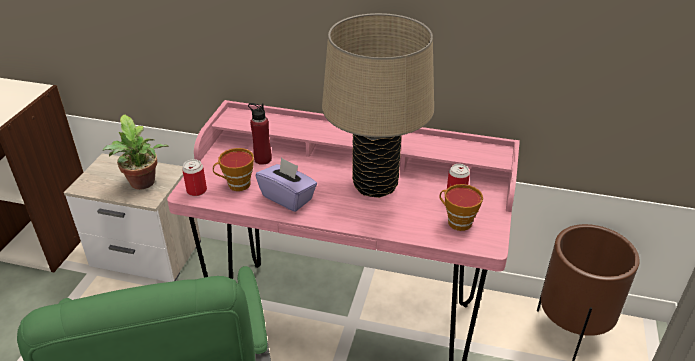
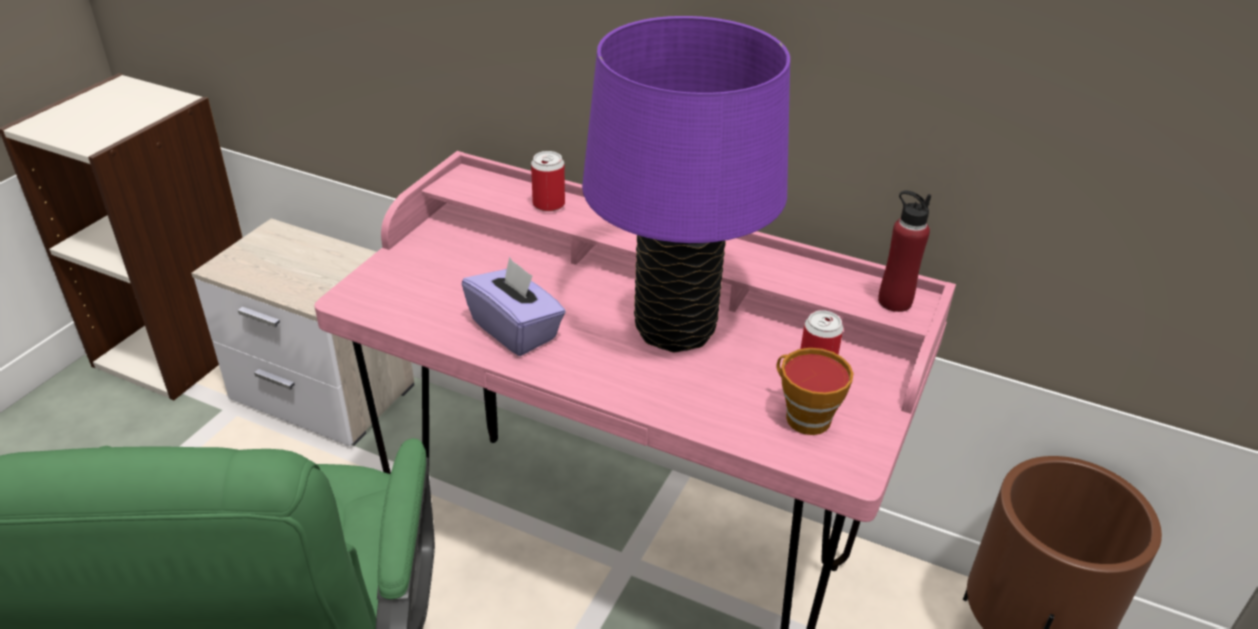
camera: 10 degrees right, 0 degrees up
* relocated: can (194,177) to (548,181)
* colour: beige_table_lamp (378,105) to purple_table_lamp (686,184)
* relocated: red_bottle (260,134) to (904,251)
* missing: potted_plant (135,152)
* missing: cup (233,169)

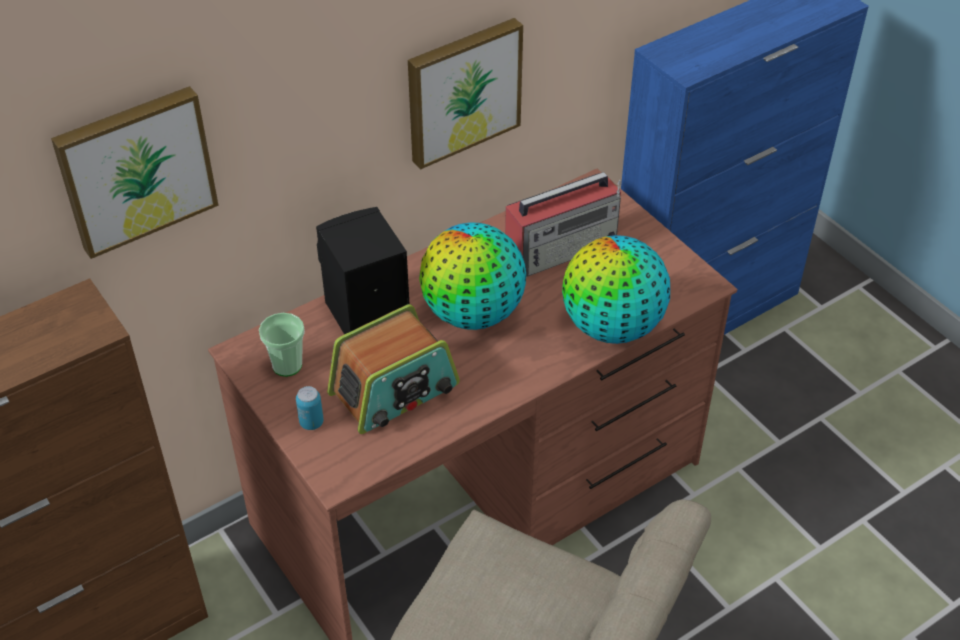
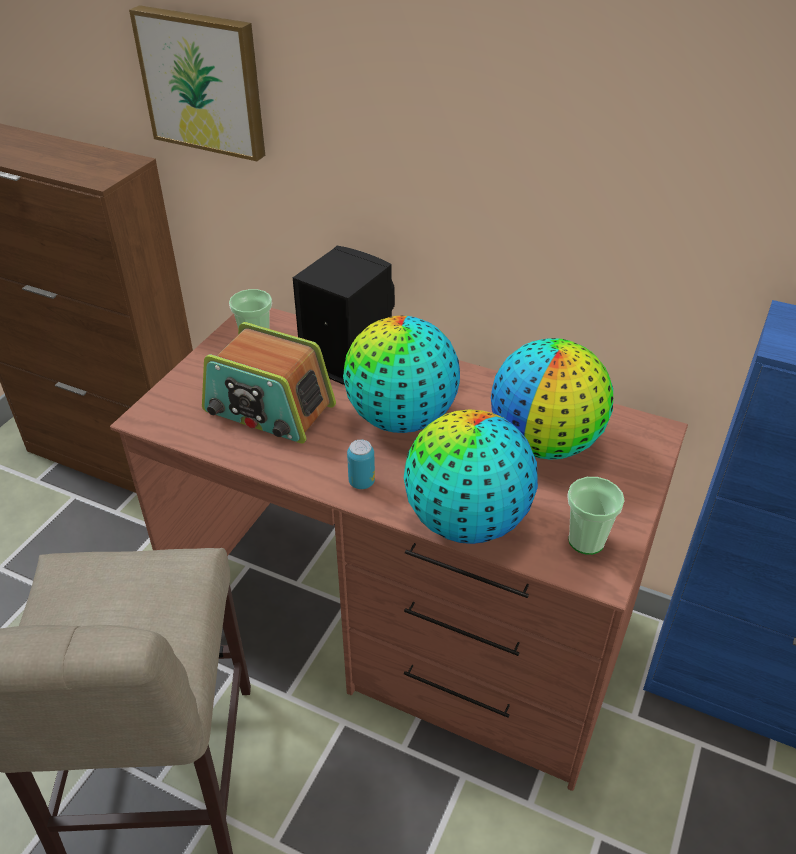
camera: 60 degrees right, 5 degrees down
* relocated: can (309,408) to (361,464)
* exchanged: radio (563,224) to globe (552,399)
* appeared: cup (596,516)
* missing: picture (465,93)

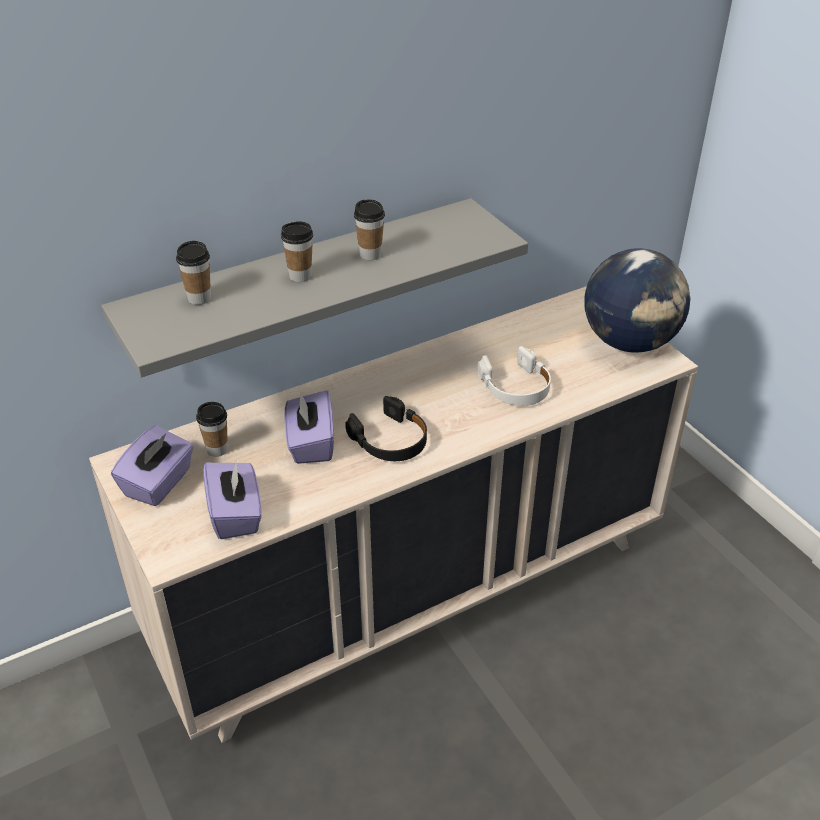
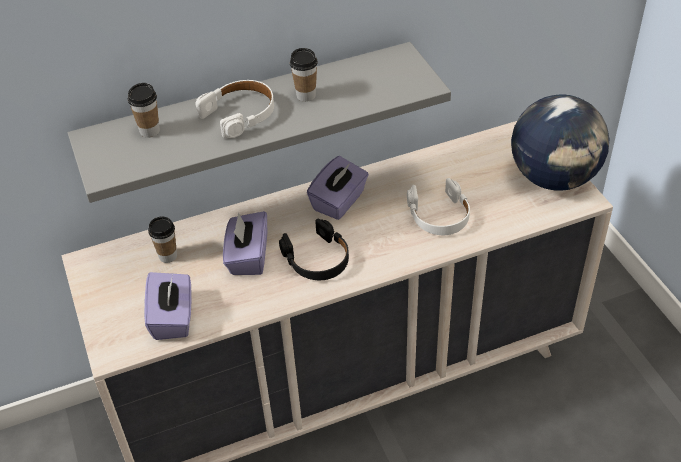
camera: 10 degrees right, 5 degrees up
* exchanged: cup (297,251) to white_headphones (235,109)
* relocated: purple_tissue_box (152,465) to (338,188)

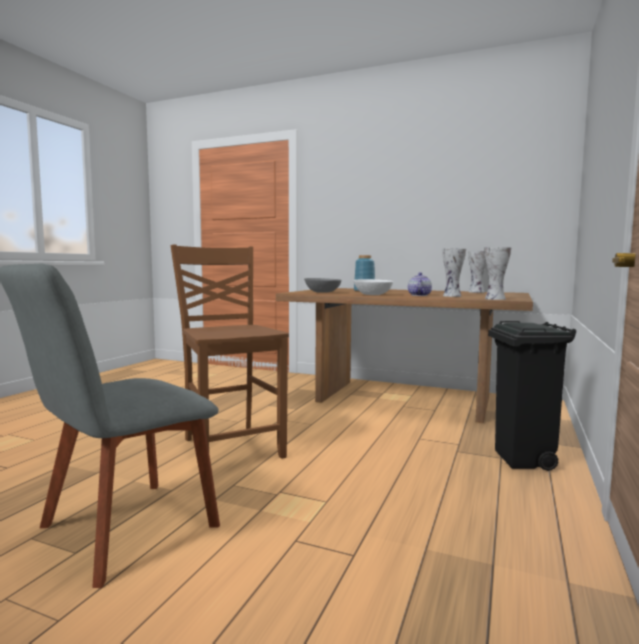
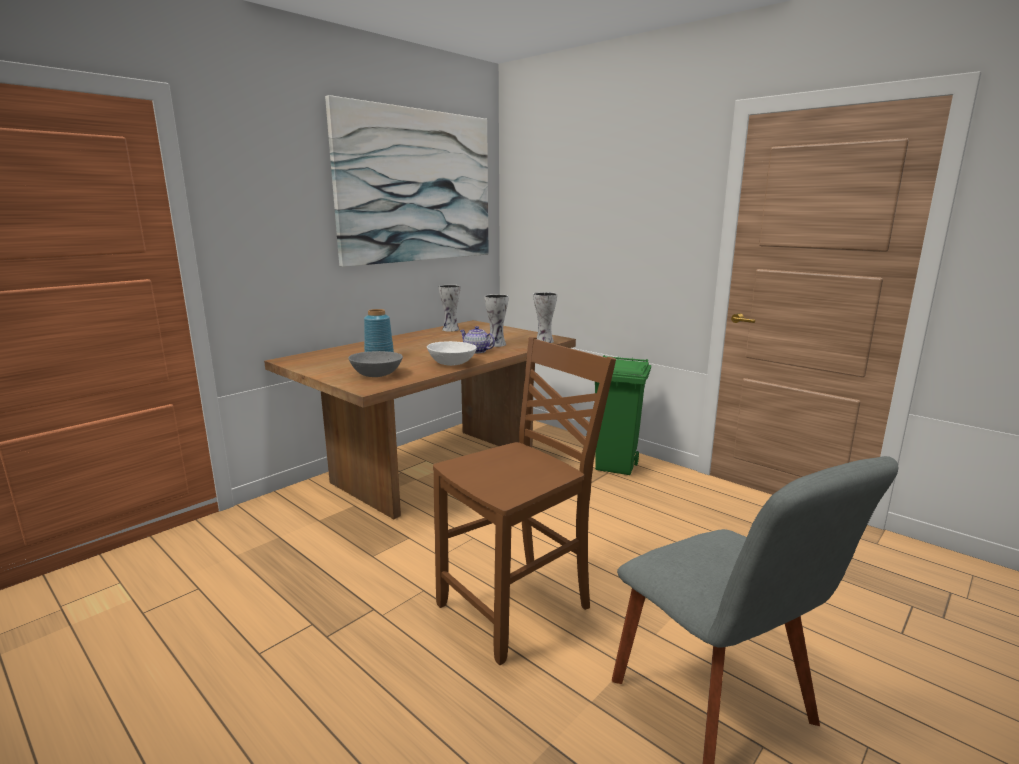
camera: 70 degrees left, 10 degrees up
* appeared: picture (407,181)
* spun: brown_chair (230,352) = (524,501) 150 degrees clockwise
* colour: black_trash_can (532,396) to green_trash_can (623,415)

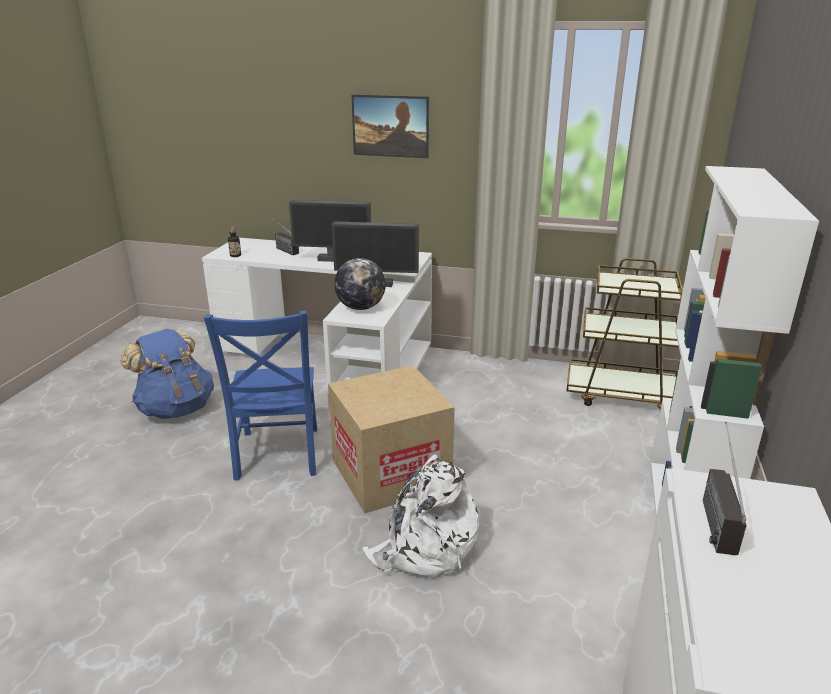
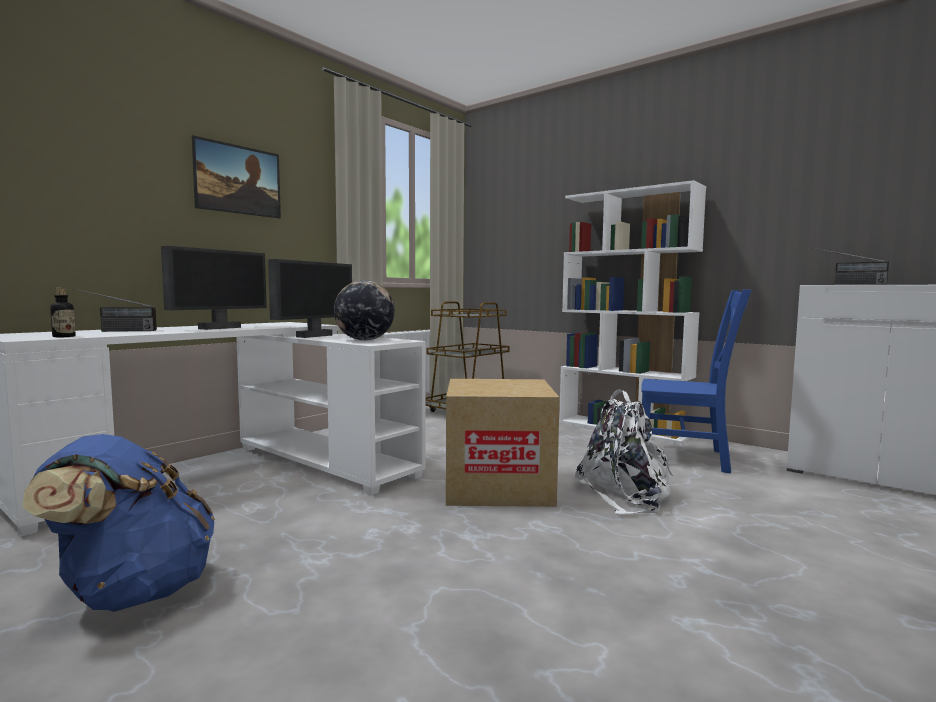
camera: 65 degrees left, 20 degrees down
* relocated: blue_chair (260,396) to (696,381)

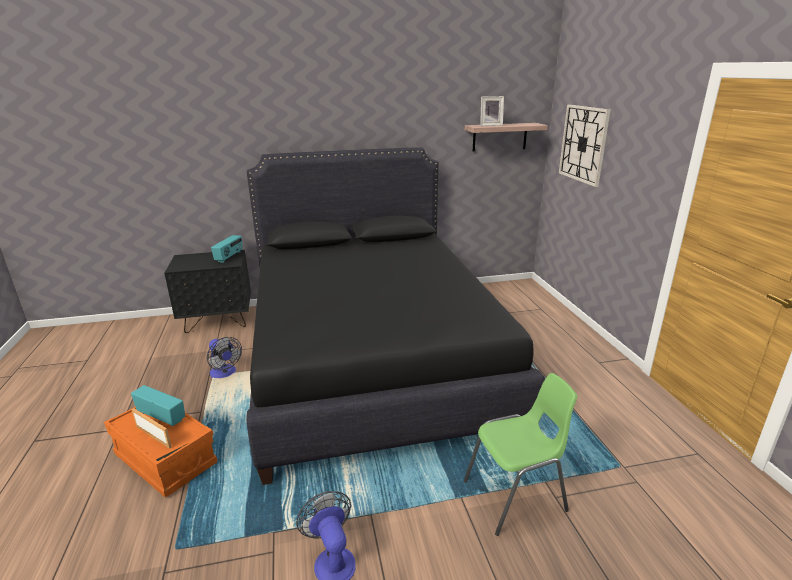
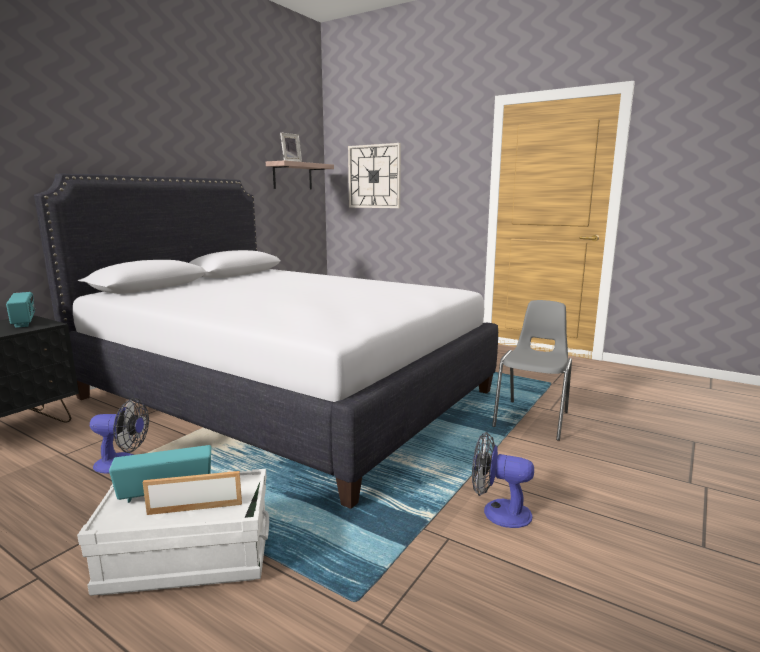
camera: 45 degrees left, 10 degrees down
* colour: black_bed (395,316) to white_bed (266,341)
* colour: orange_storage_box (160,452) to white_storage_box (173,532)
* colour: green_chair (520,454) to grey_chair (532,370)

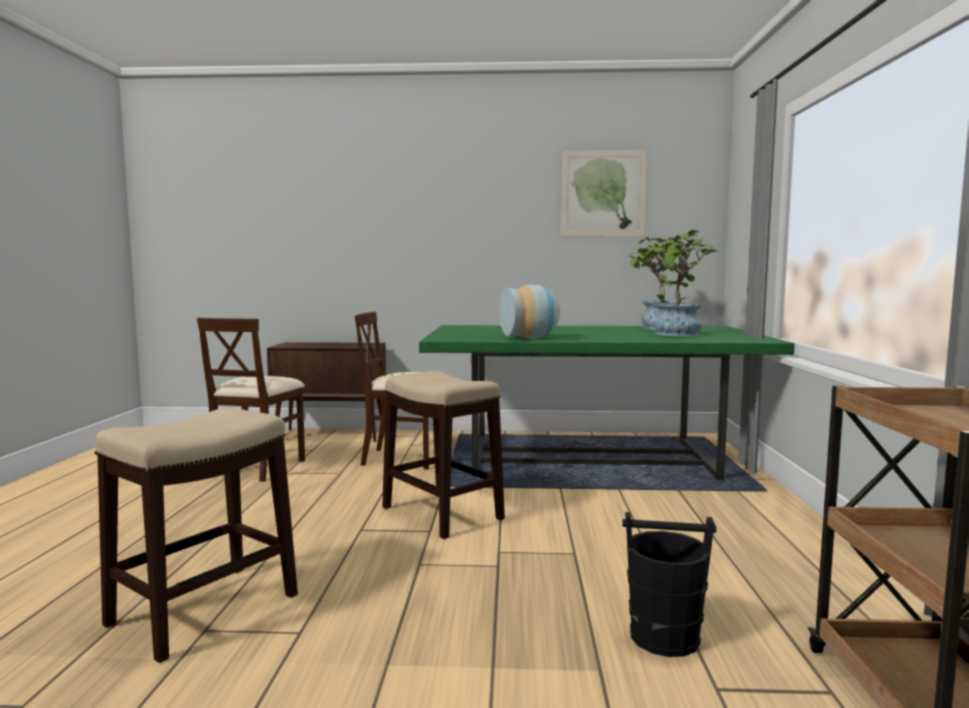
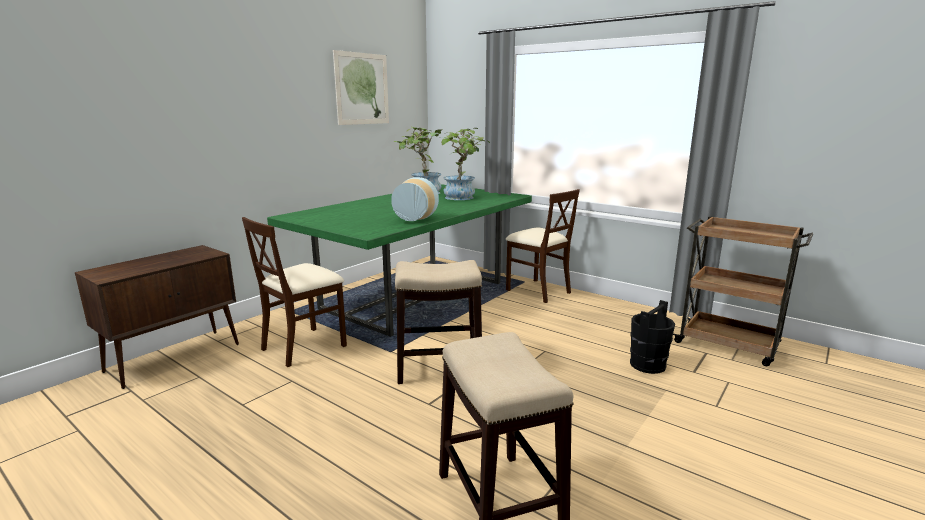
camera: 55 degrees left, 10 degrees up
* relocated: beige_chair (251,400) to (543,246)

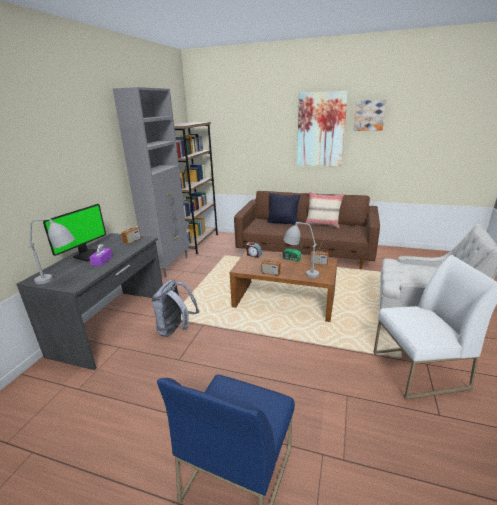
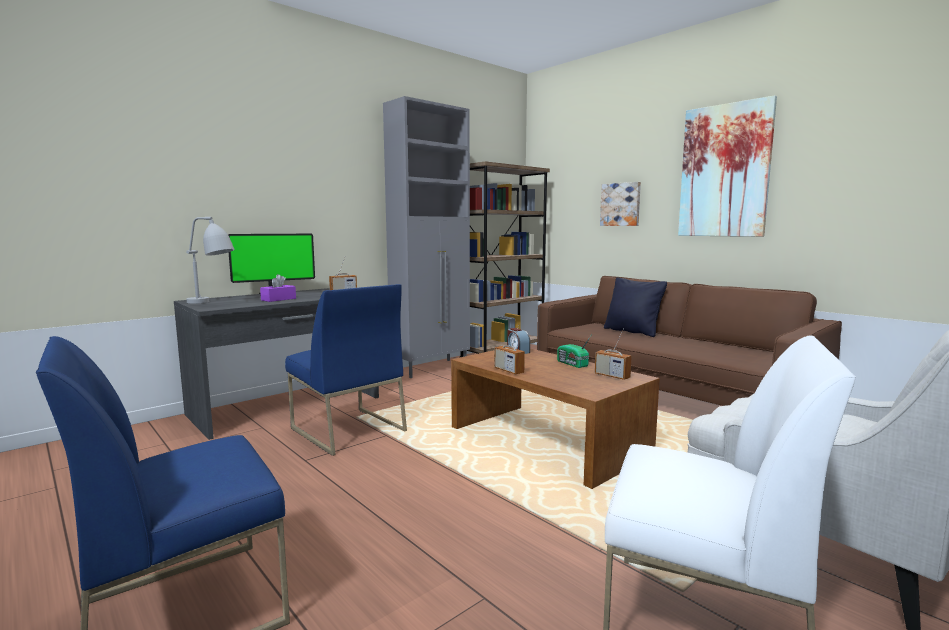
camera: 30 degrees right, 15 degrees down
* exchanged: grey_backpack (175,308) to blue_chair (346,370)
* relocated: picture (370,115) to (620,204)
* missing: grey_table_lamp (301,250)
* missing: beige_pillow (324,209)

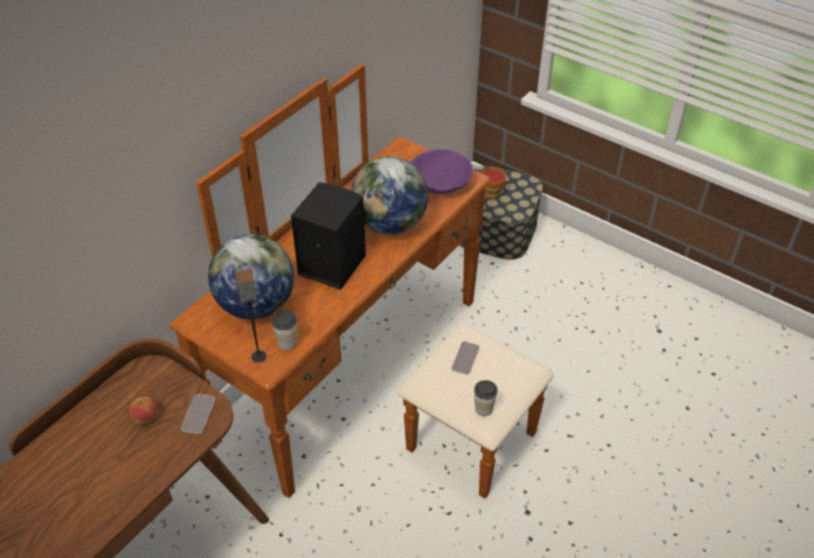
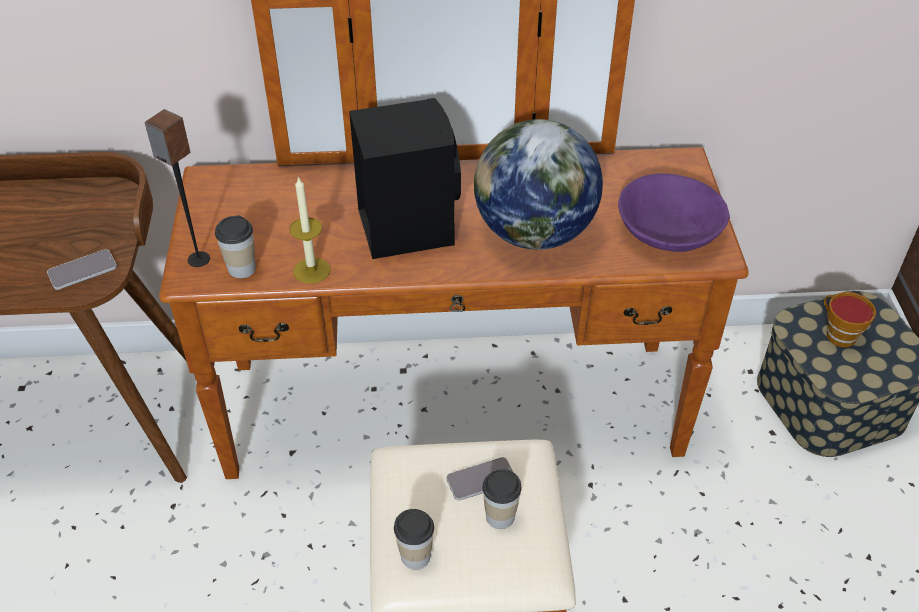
camera: 50 degrees right, 0 degrees up
* appeared: candle (309,230)
* appeared: cup (502,499)
* missing: apple (144,410)
* missing: globe (251,277)

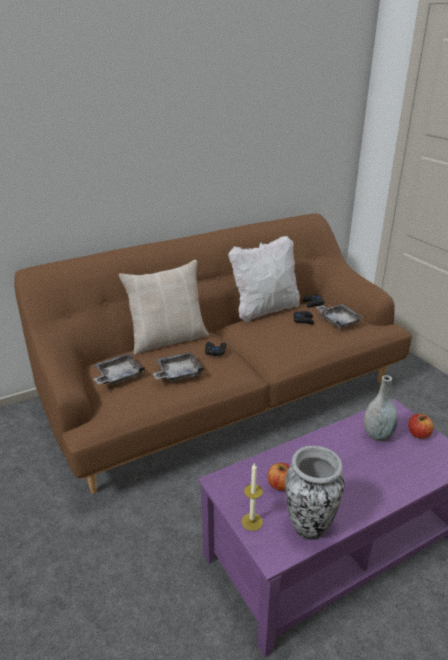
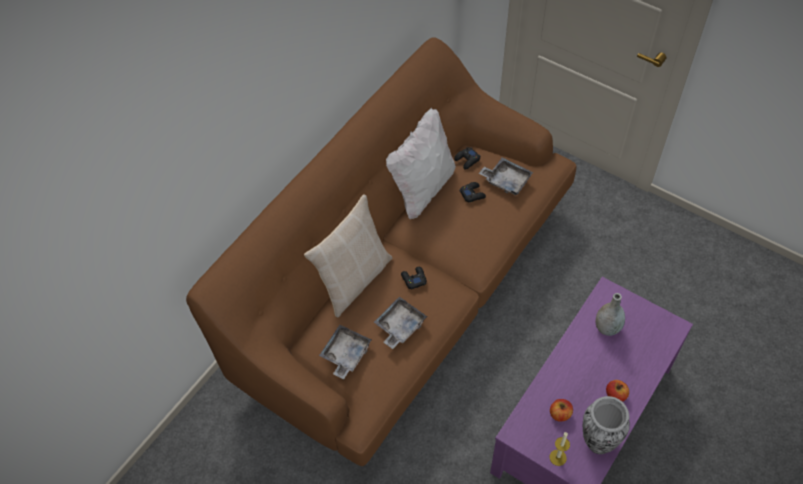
camera: 25 degrees left, 25 degrees up
* relocated: apple (421,426) to (617,391)

